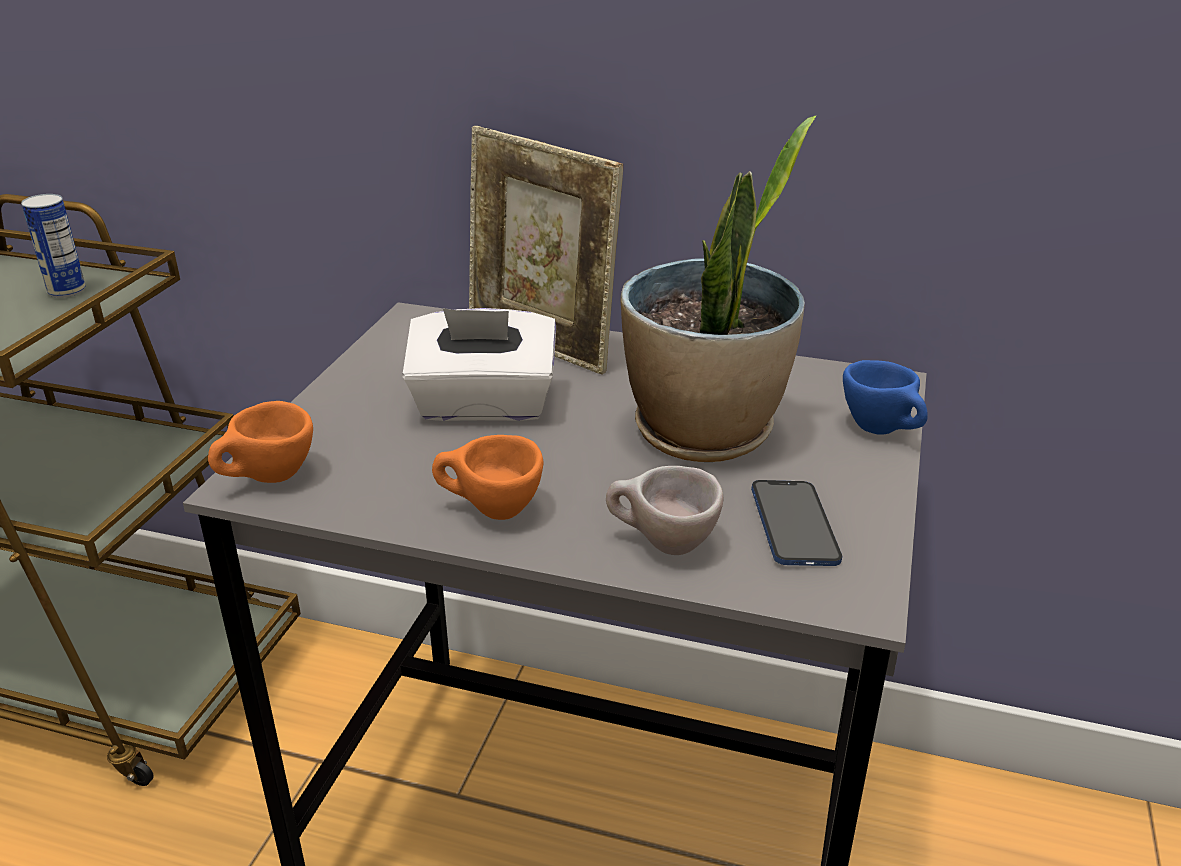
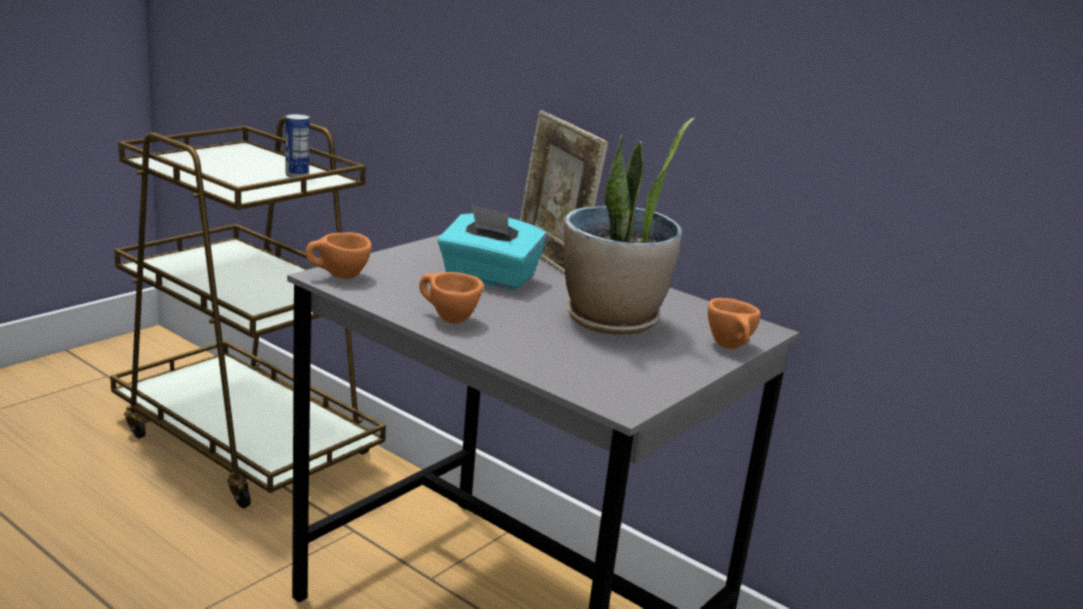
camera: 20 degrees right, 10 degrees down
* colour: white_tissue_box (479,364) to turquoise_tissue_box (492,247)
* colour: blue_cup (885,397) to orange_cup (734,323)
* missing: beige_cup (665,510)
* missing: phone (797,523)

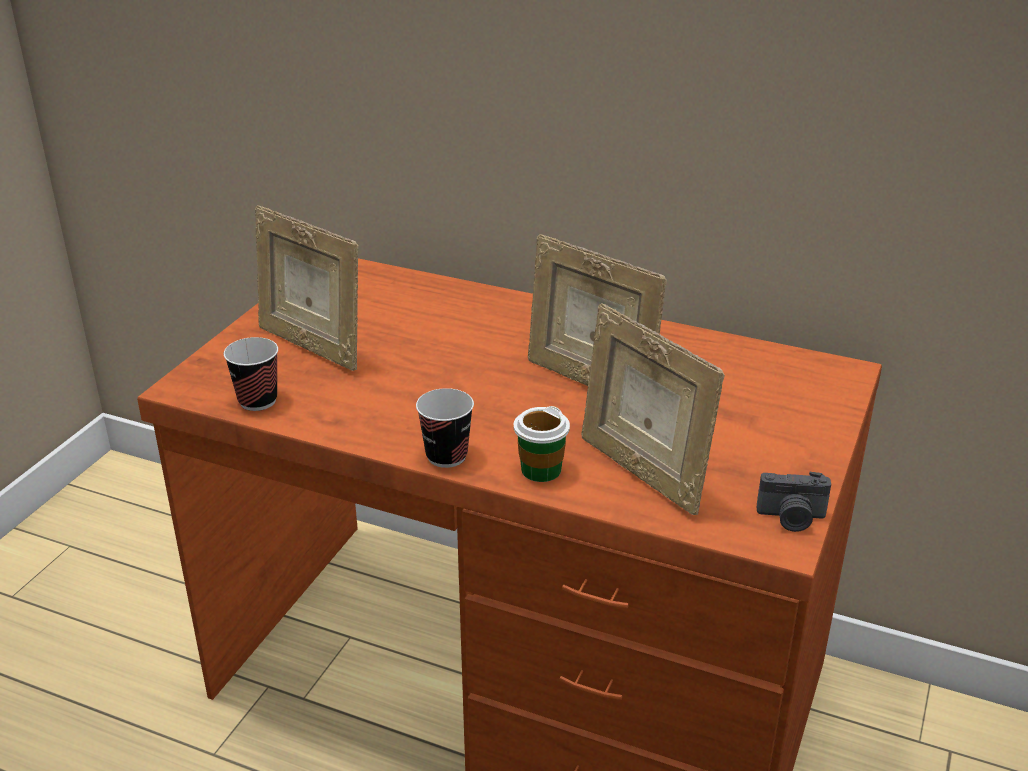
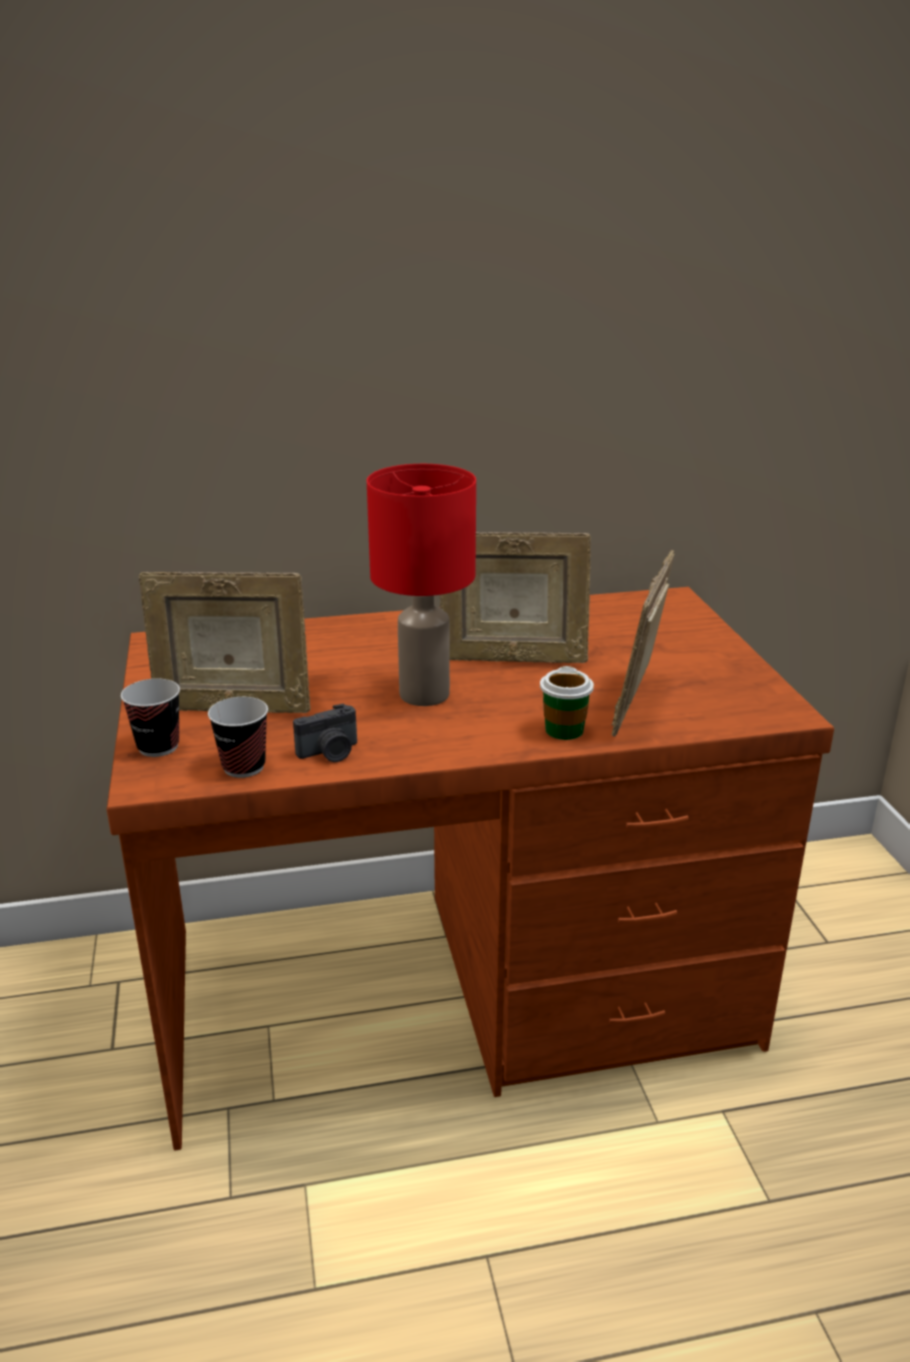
camera: 35 degrees left, 5 degrees down
* relocated: cup (445,428) to (150,718)
* relocated: photo_camera (794,502) to (325,733)
* appeared: red_table_lamp (421,585)
* spun: picture_frame (653,409) = (642,643) 90 degrees clockwise

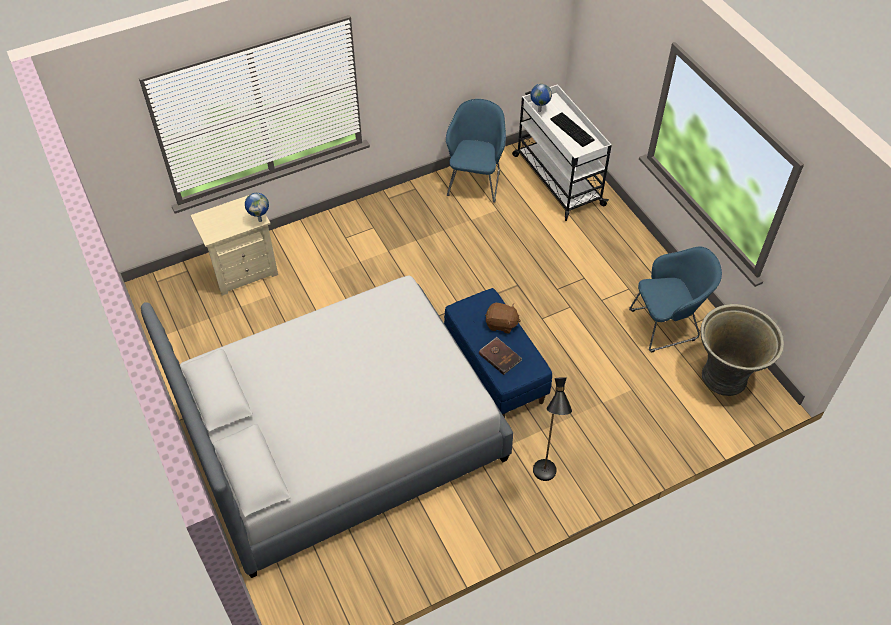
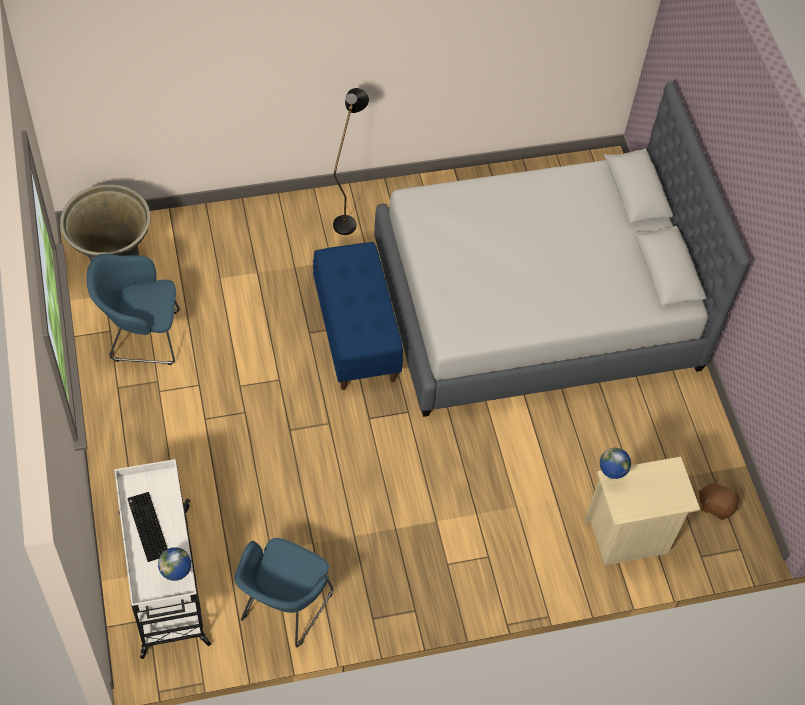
camera: 170 degrees left, 5 degrees up
* relocated: brown_plush_toy (503,318) to (718,499)
* missing: brown_book (500,356)

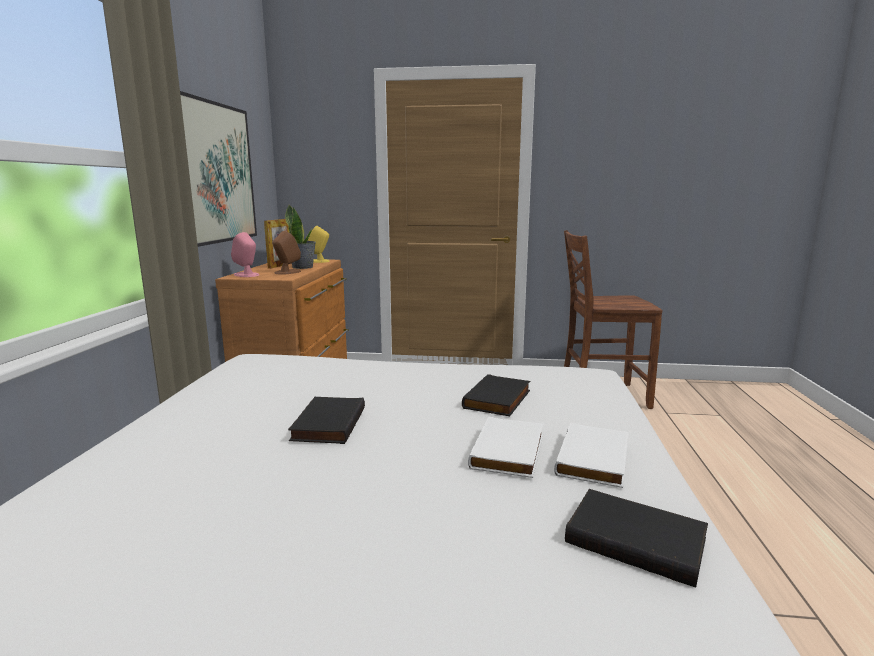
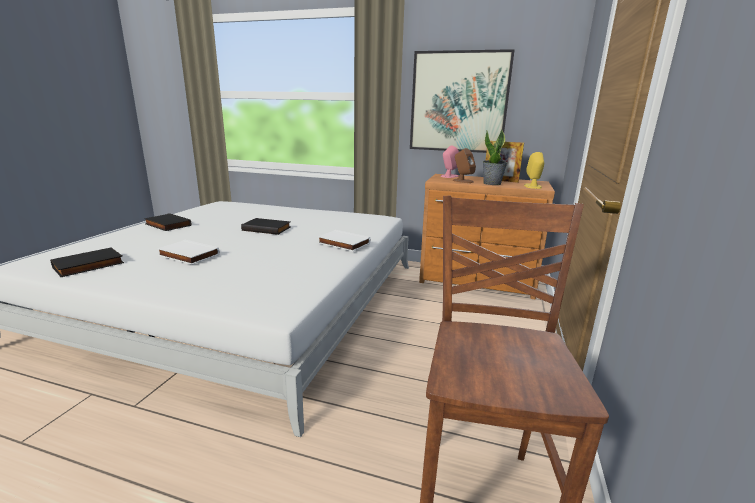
camera: 100 degrees right, 5 degrees up
* relocated: black_book (496,395) to (168,222)
* relocated: white_book (591,455) to (344,240)

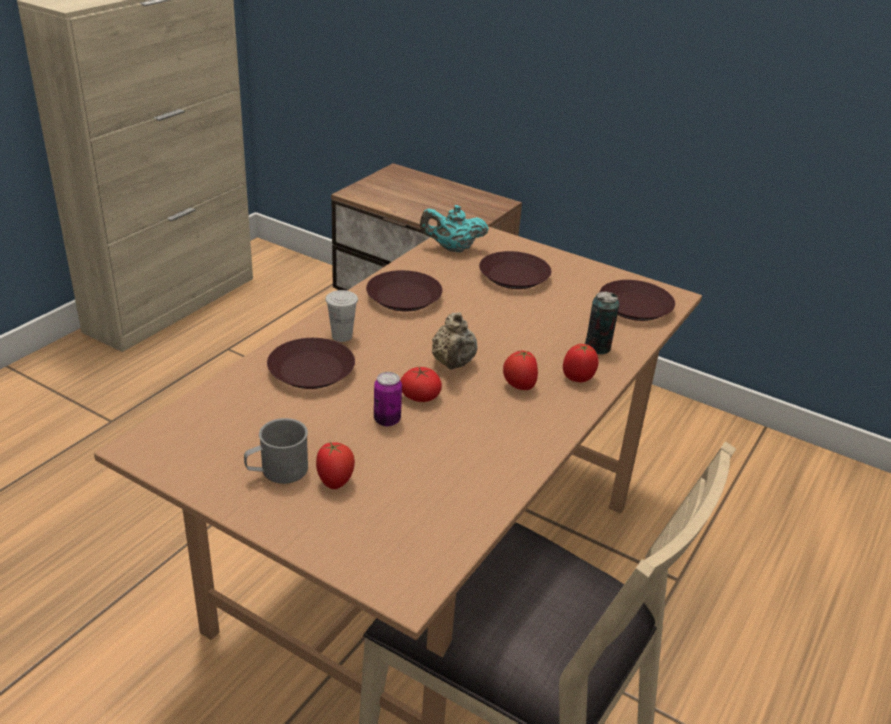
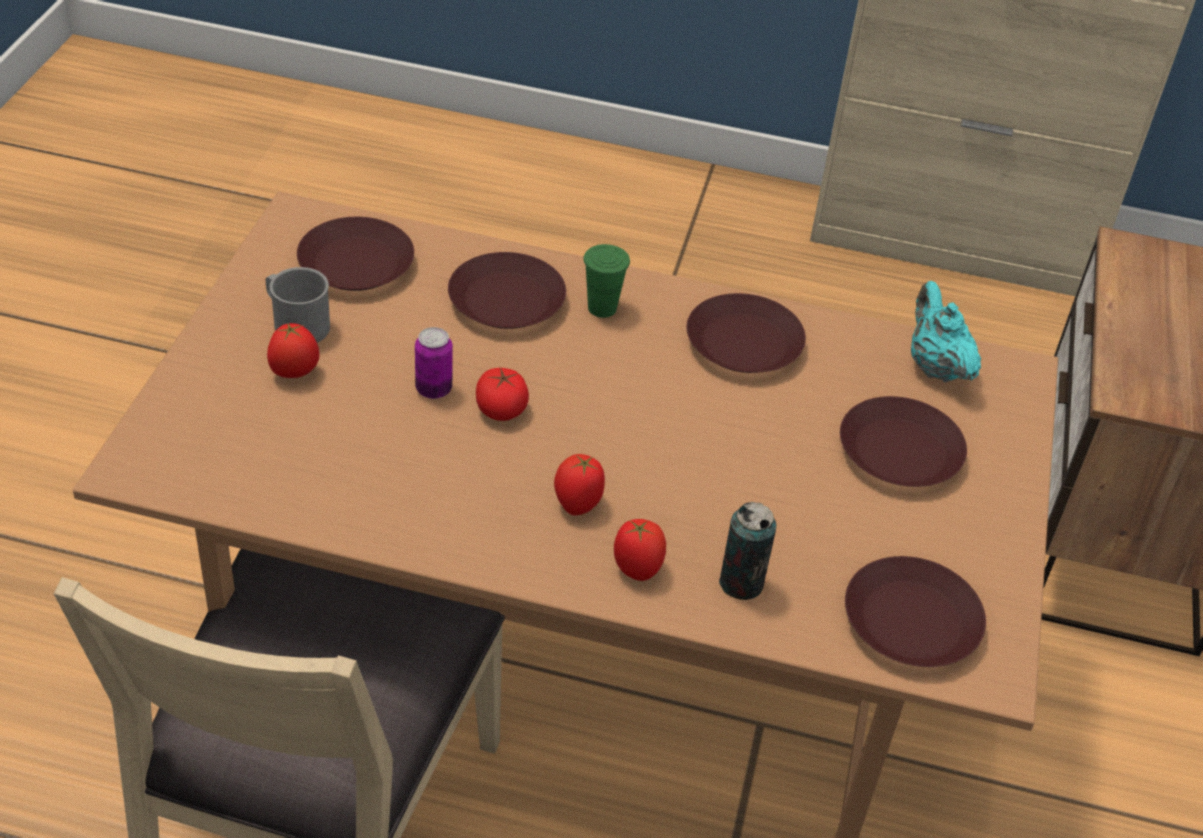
camera: 70 degrees right, 10 degrees up
* appeared: brown_plate (355,254)
* colour: white_cup (341,316) to green_cup (606,281)
* missing: beige_teapot (454,341)

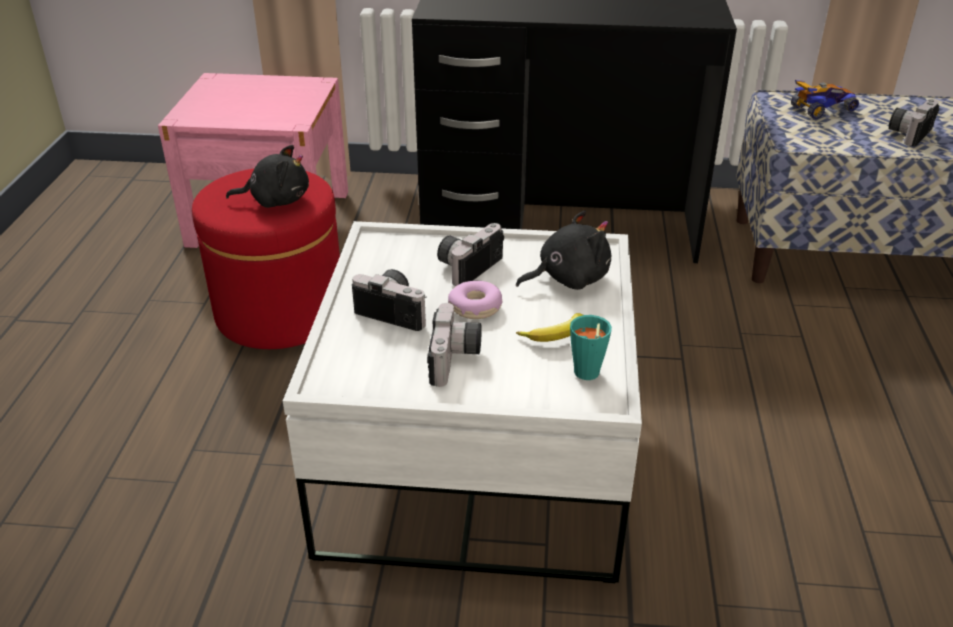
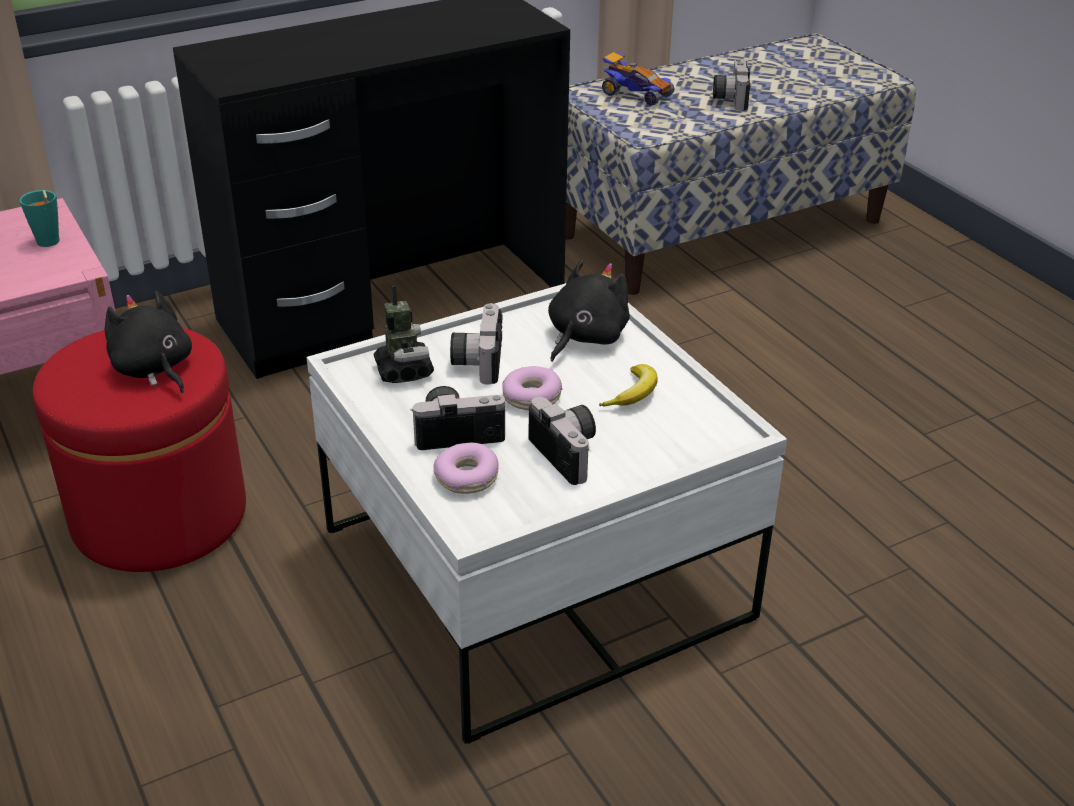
camera: 35 degrees left, 0 degrees up
* relocated: turquoise_cup (591,347) to (39,218)
* spun: black_plush_toy (267,176) = (148,342) 90 degrees counterclockwise
* appeared: toy_robot (403,334)
* appeared: donut (466,468)
* spun: toy_car (825,99) = (638,78) 90 degrees clockwise

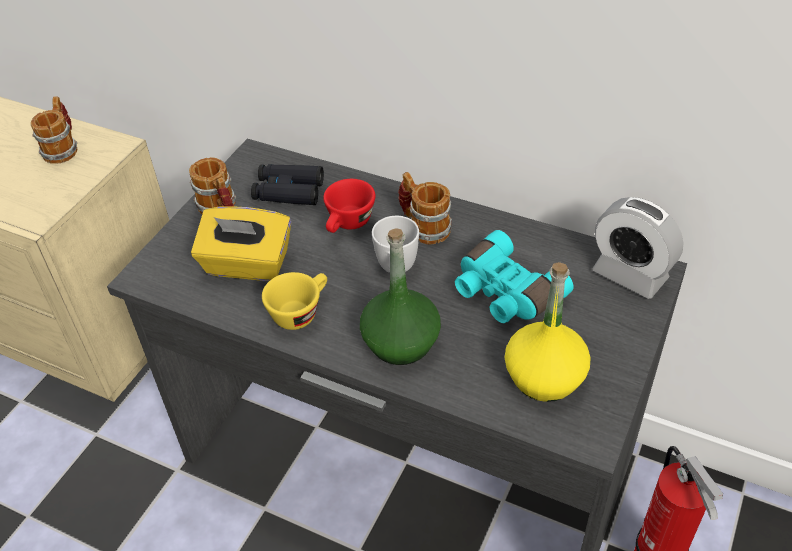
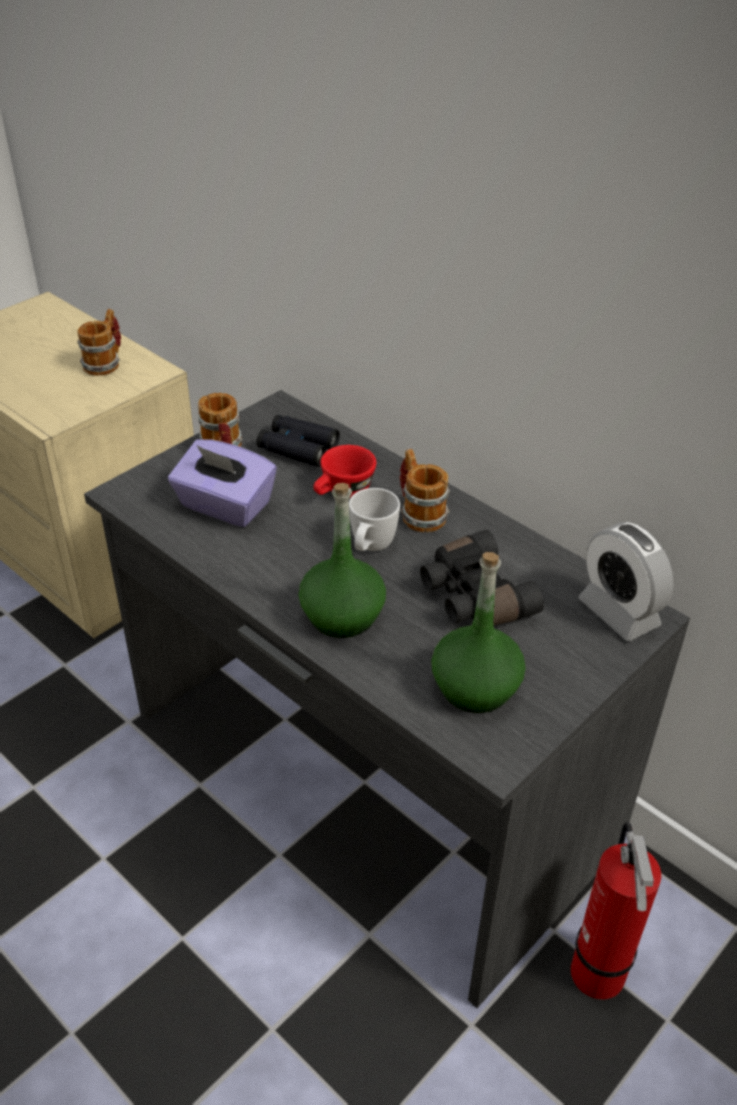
camera: 15 degrees right, 5 degrees down
* colour: yellow_tissue_box (241,243) to purple_tissue_box (222,483)
* colour: turquoise_binoculars (514,276) to black_binoculars (482,577)
* colour: yellow_bottle (548,332) to green_bottle (478,632)
* missing: yellow_cup (294,301)

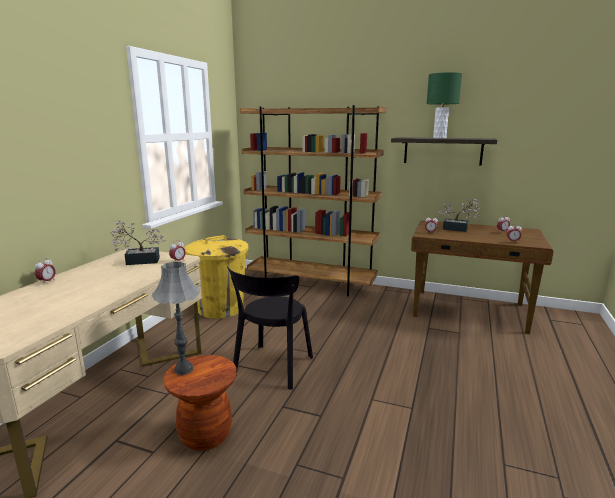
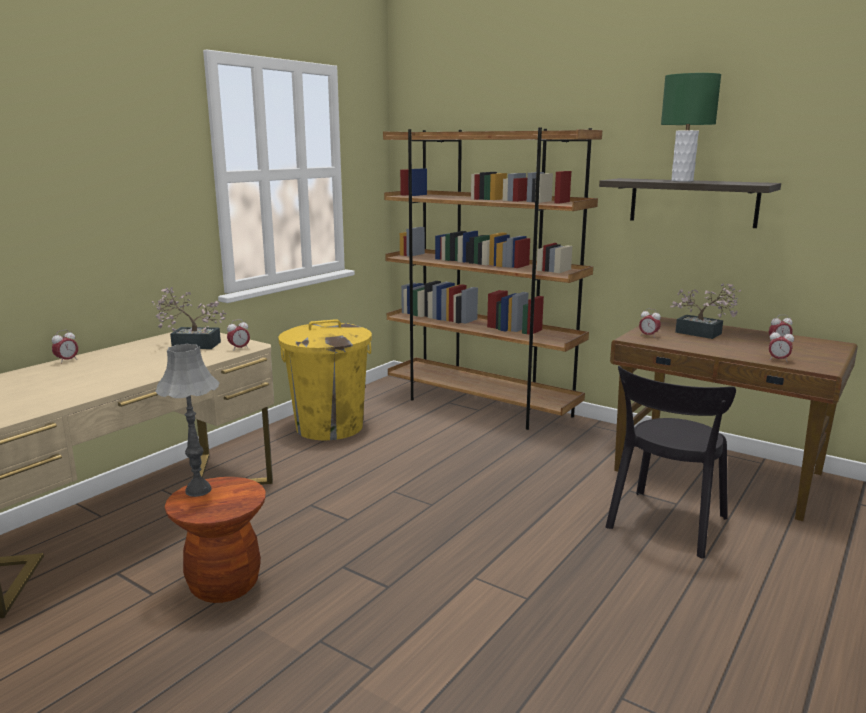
camera: 15 degrees right, 0 degrees up
* relocated: black_chair (270,328) to (671,462)

